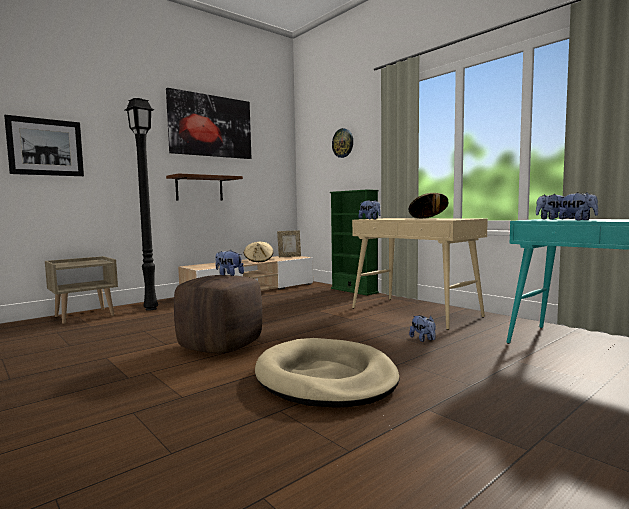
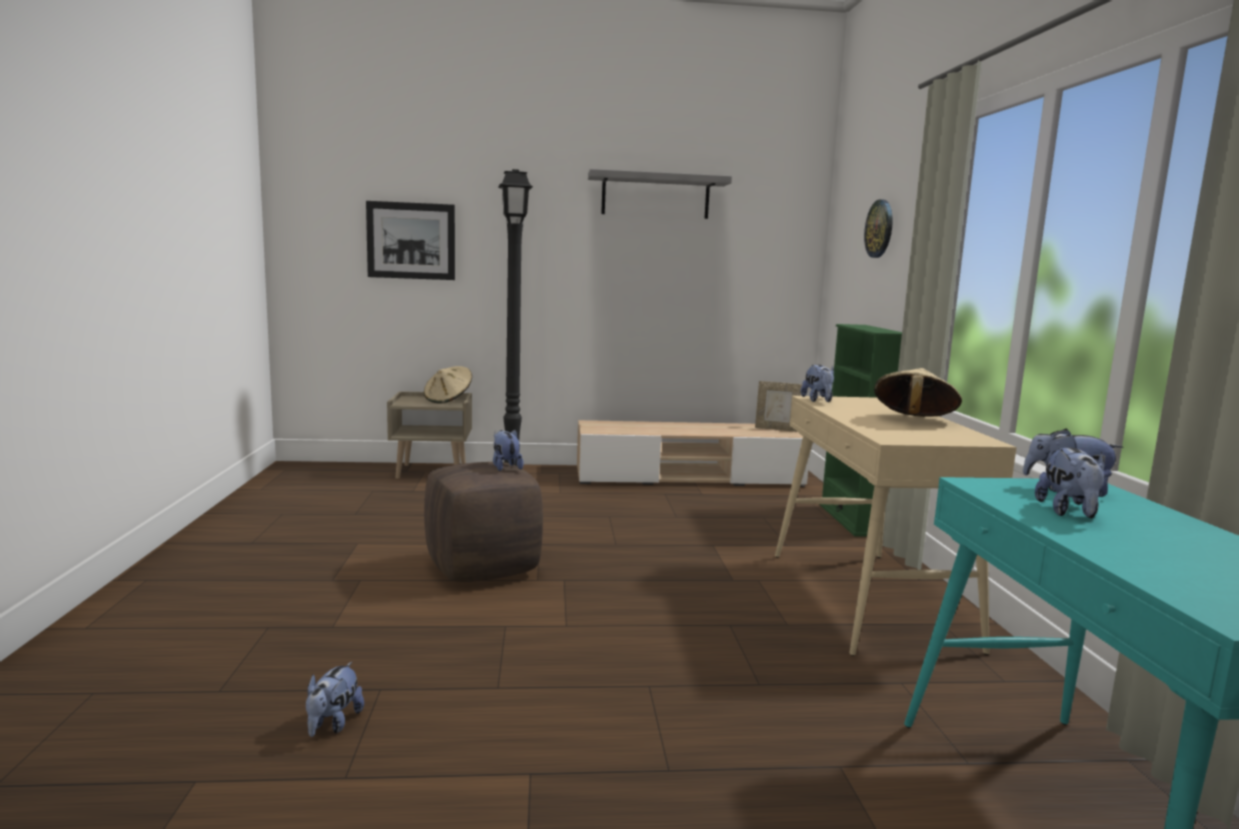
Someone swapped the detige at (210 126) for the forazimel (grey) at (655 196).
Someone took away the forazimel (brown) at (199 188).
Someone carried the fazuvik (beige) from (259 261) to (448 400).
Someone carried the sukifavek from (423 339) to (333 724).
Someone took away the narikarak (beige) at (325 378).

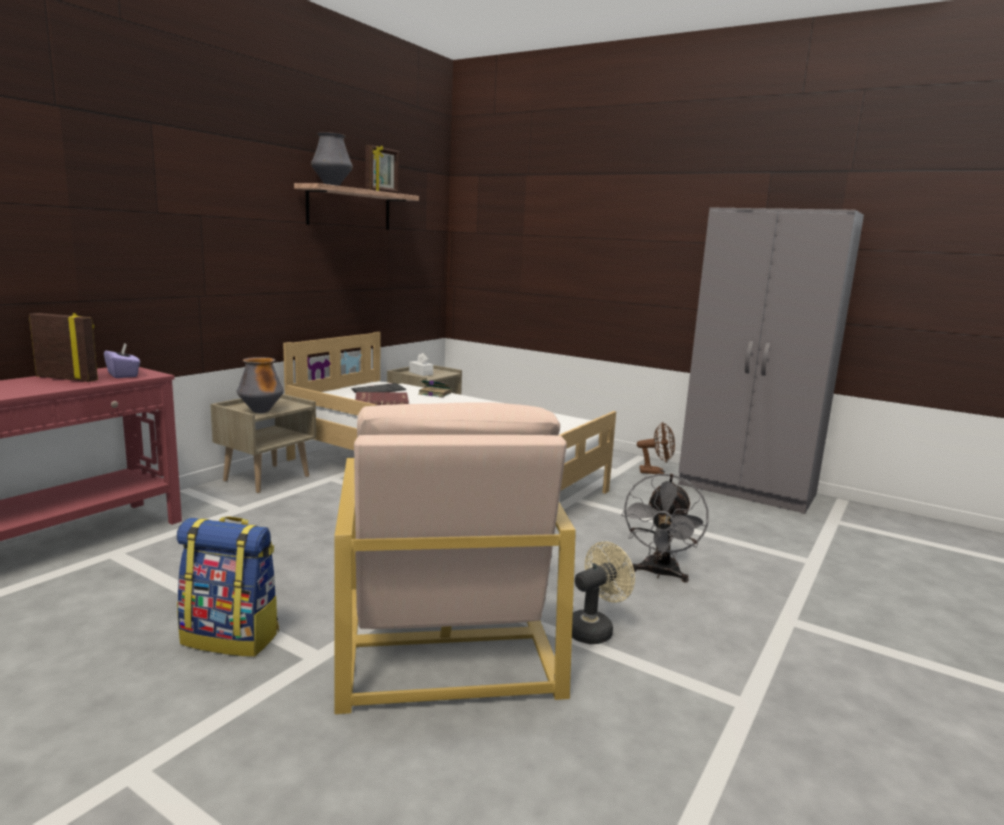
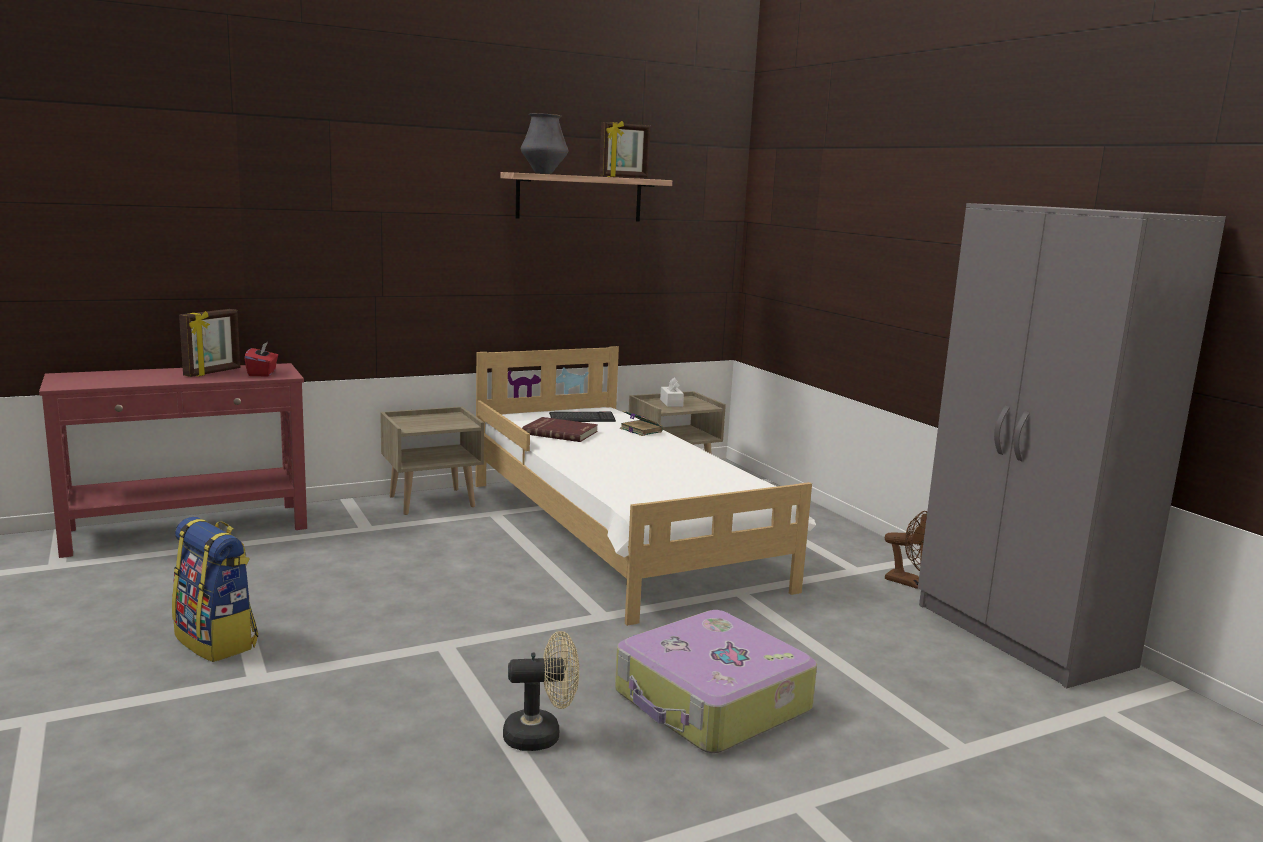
Someone rotated the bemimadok at (68 379) by 75 degrees clockwise.
Someone repainted the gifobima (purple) at (123 375), which became the gifobima (red) at (262 373).
Someone took away the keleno at (261 411).
Someone took away the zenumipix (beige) at (445 636).
Someone swapped the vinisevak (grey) at (659 574) for the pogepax at (711 703).

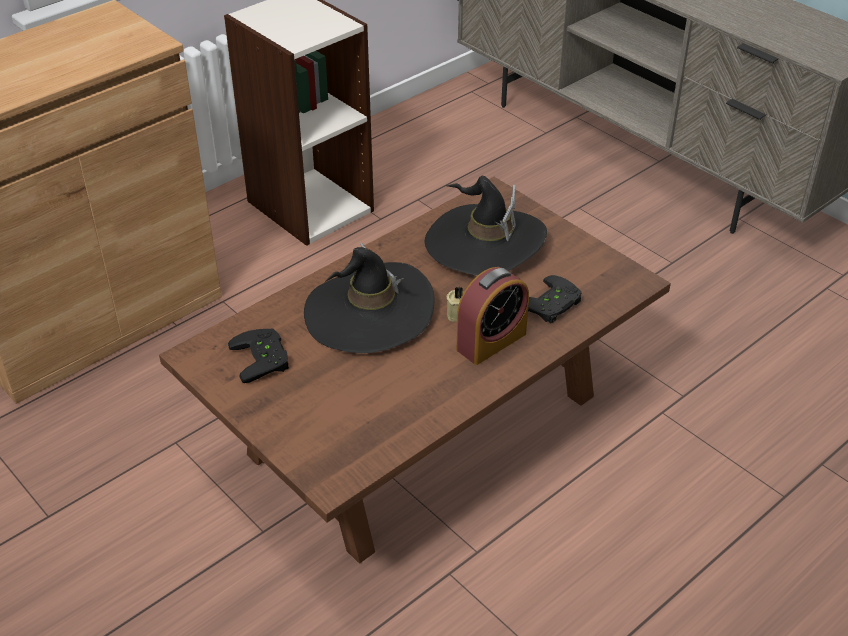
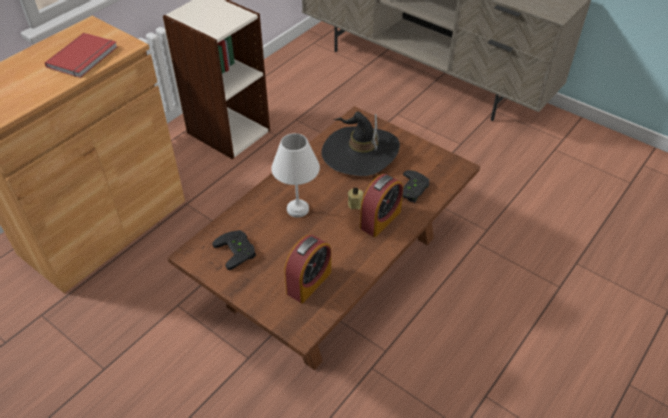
Someone swapped the fazuvik (black) at (369 313) for the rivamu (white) at (298 210).
Someone put down the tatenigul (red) at (84 57).
Someone put down the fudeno at (309 282).

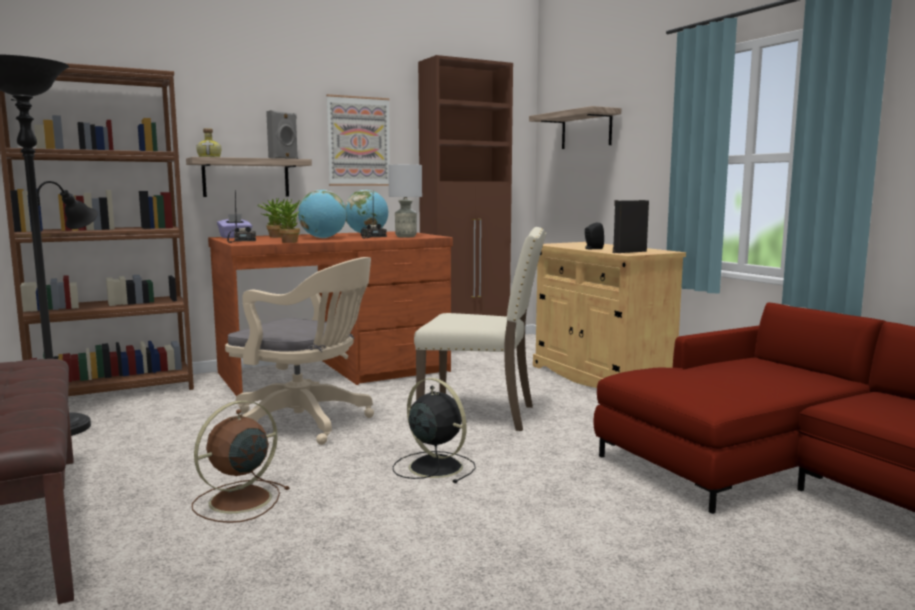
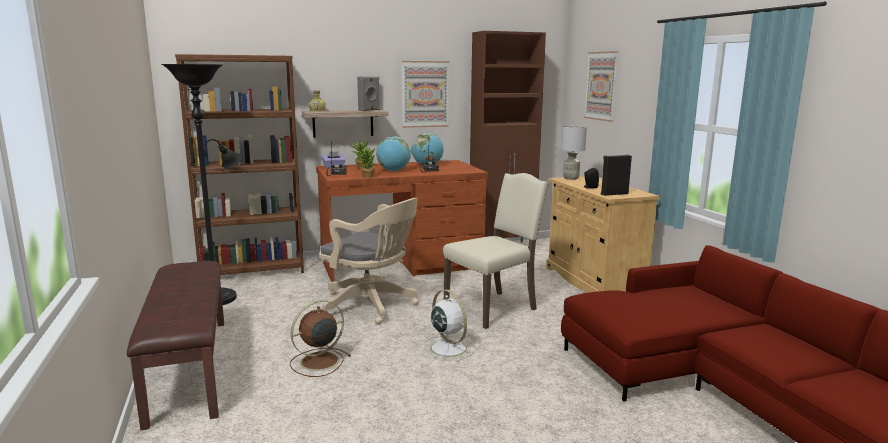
Someone swapped the forazimel at (586 130) for the detige at (601 86).
Someone carried the rivamu (grey) from (406 236) to (571 178).
Someone rotated the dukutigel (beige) at (481 414) by 60 degrees counterclockwise.
Someone repainted the vinisevak (black) at (433 466), which became the vinisevak (white) at (447 347).

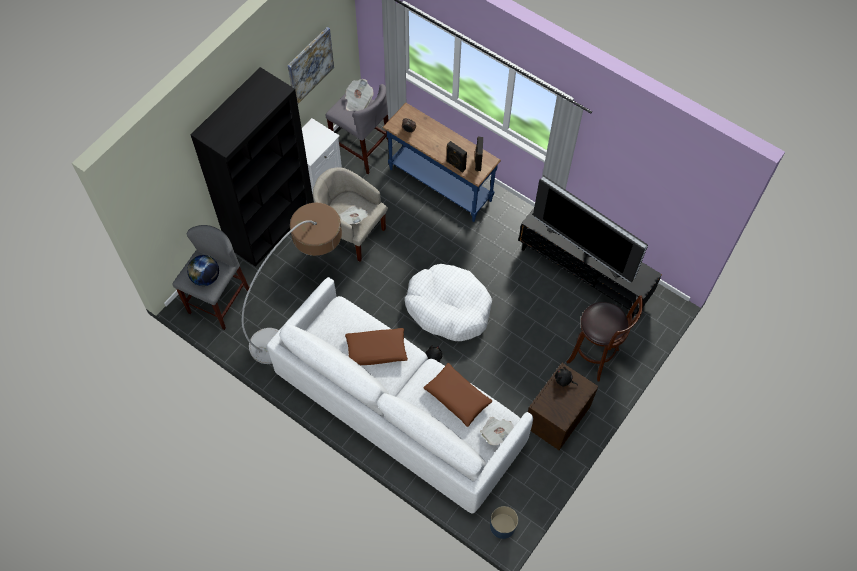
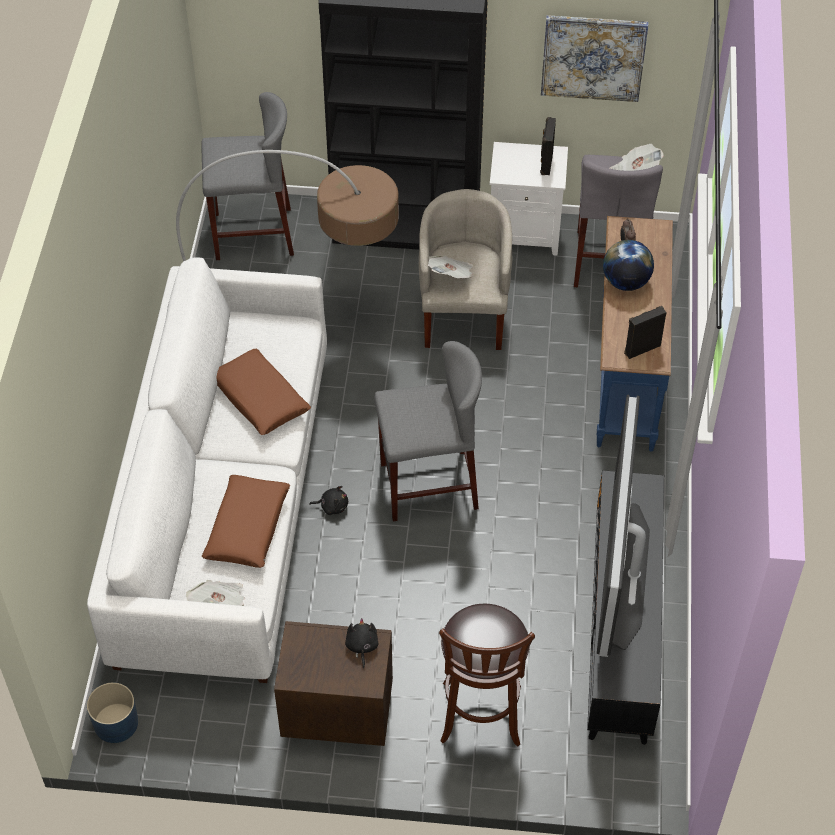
Someone carried the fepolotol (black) from (455 165) to (545 163).
Someone carried the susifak from (206 278) to (625 282).
Someone swapped the narikarak (white) at (448 307) for the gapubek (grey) at (428 485).

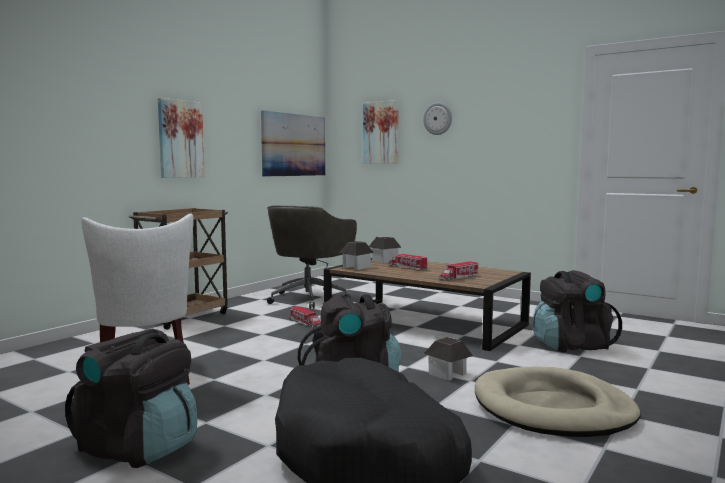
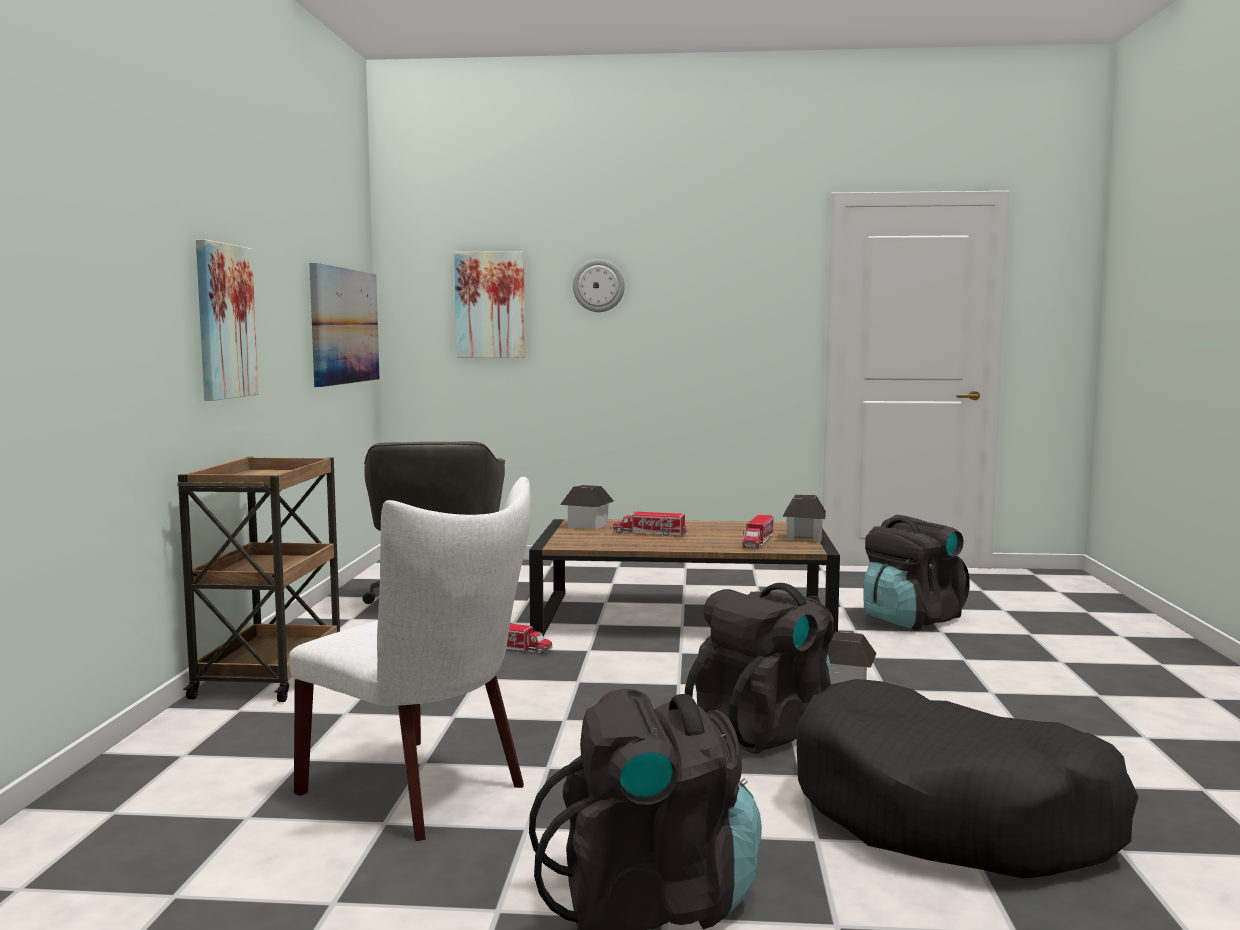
Someone carried the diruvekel from (356 267) to (804 538).
Someone took away the narikarak (beige) at (553 409).

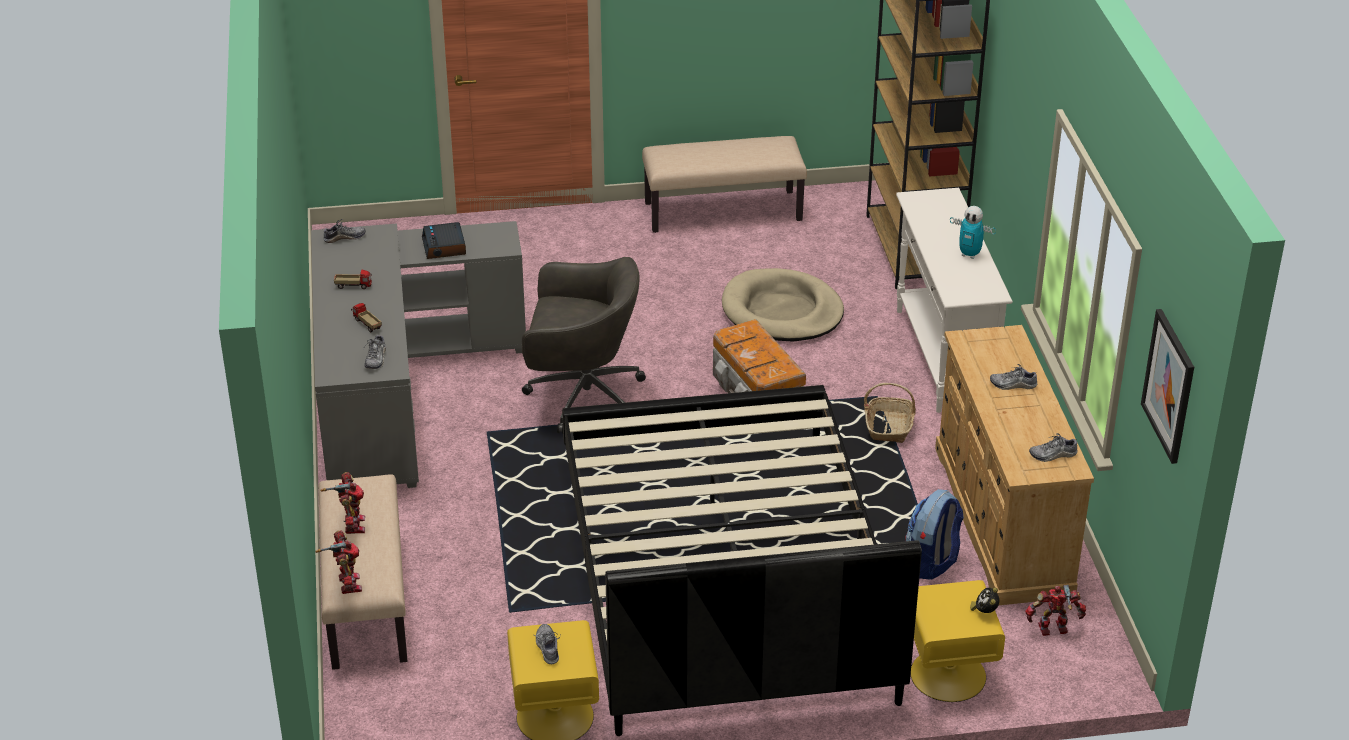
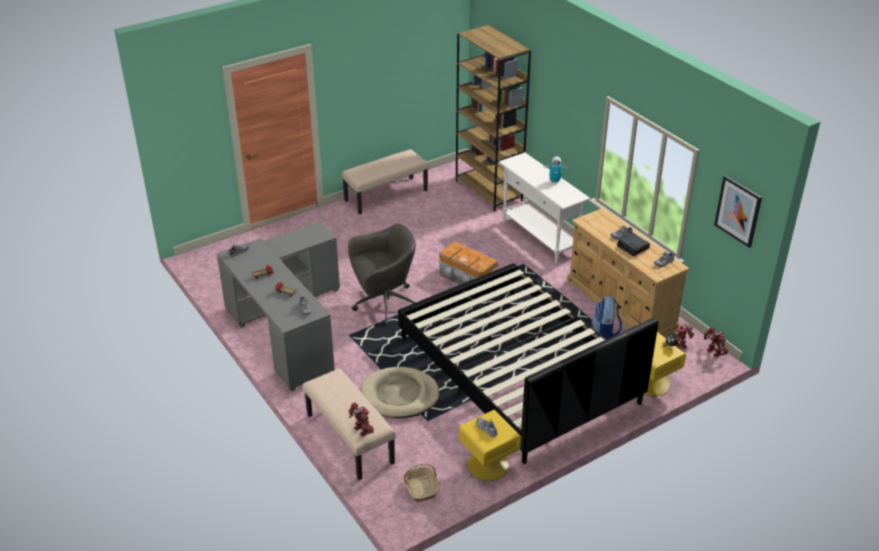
Someone carried the fudeno from (444 246) to (633 247).
Someone carried the narikarak (beige) from (782 311) to (399 395).
Someone carried the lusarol from (889 426) to (421 488).
Someone carried the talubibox from (352 525) to (713 352).

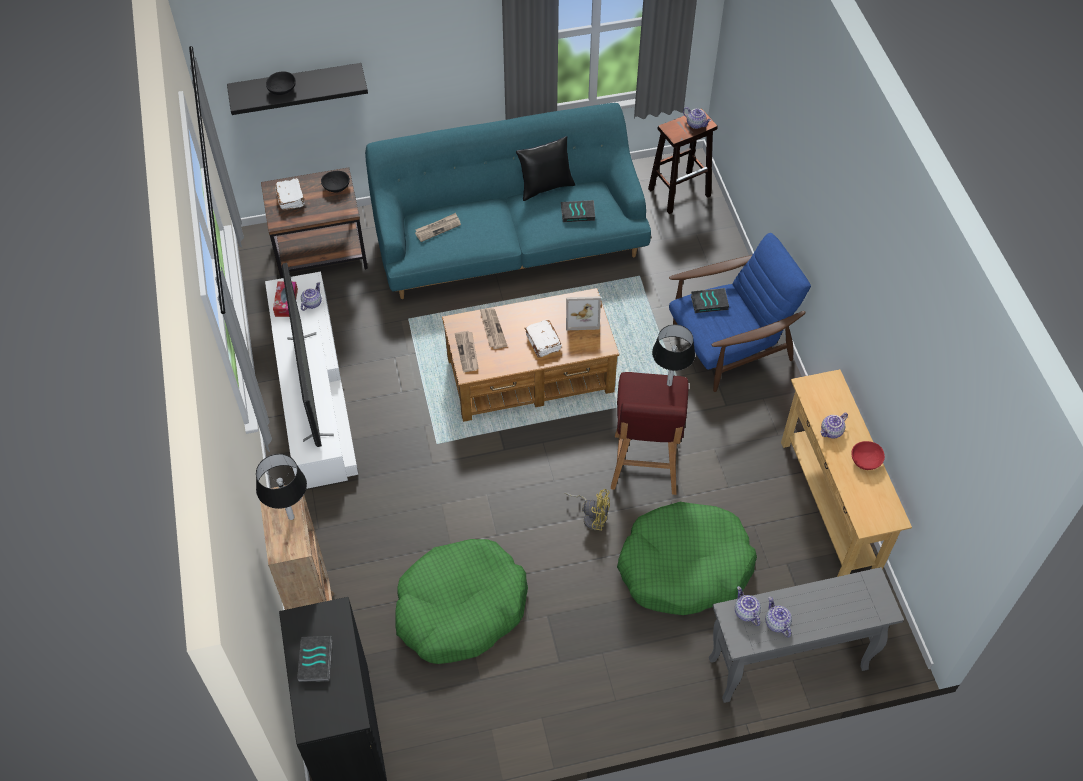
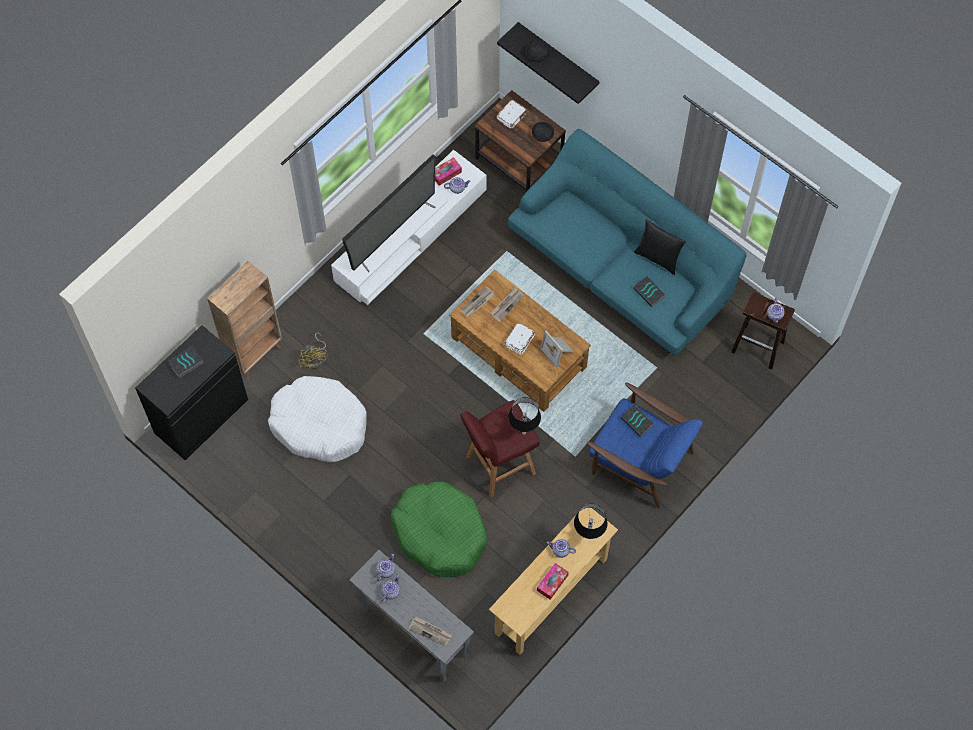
Someone carried the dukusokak from (438 228) to (430 631).
Someone swapped the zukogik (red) at (865 460) for the gifobima at (552 583).
Someone carried the rivamu (black) from (291 517) to (588 537).
Someone carried the vinisevak (yellow) from (592 516) to (315 359).
Someone repainted the narikarak (green) at (460 608), which became the narikarak (white) at (319 424).

